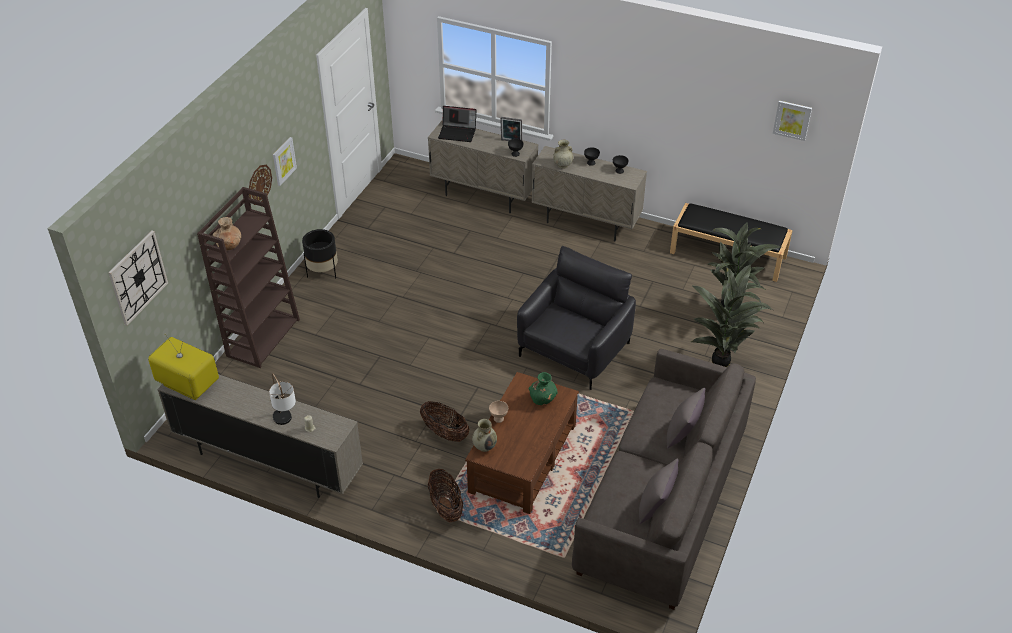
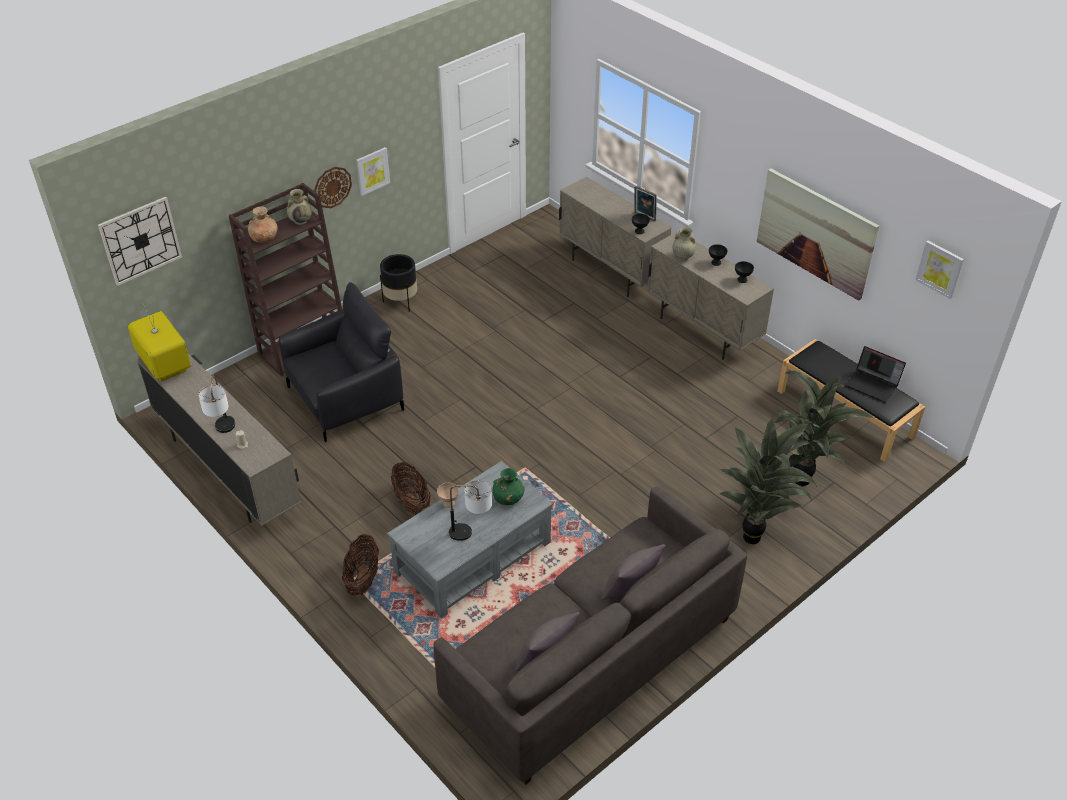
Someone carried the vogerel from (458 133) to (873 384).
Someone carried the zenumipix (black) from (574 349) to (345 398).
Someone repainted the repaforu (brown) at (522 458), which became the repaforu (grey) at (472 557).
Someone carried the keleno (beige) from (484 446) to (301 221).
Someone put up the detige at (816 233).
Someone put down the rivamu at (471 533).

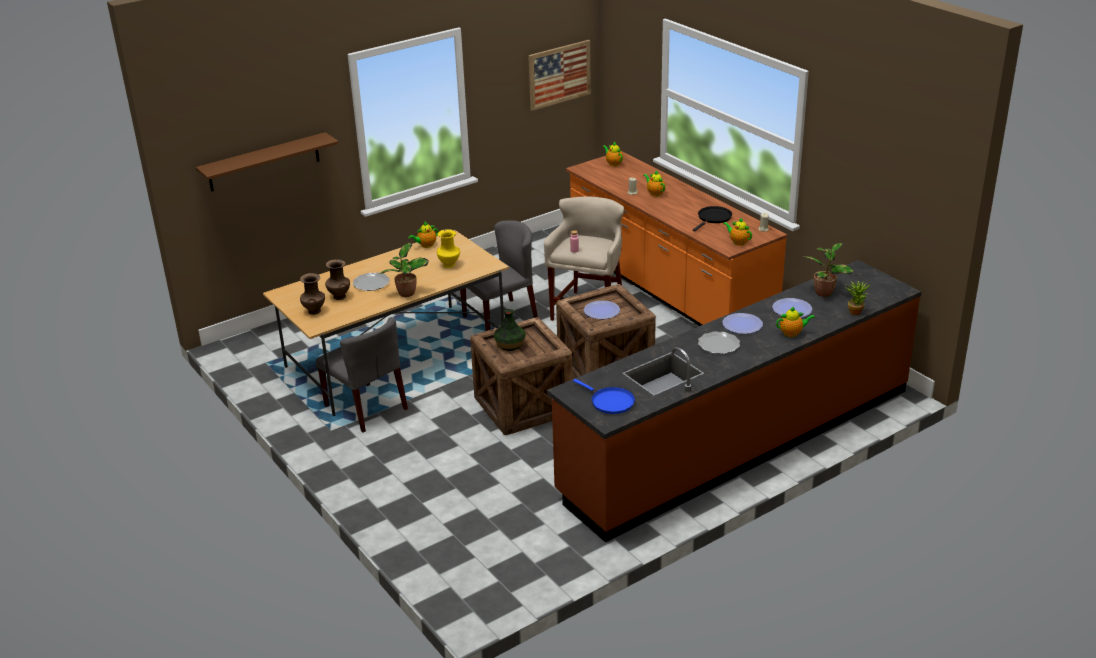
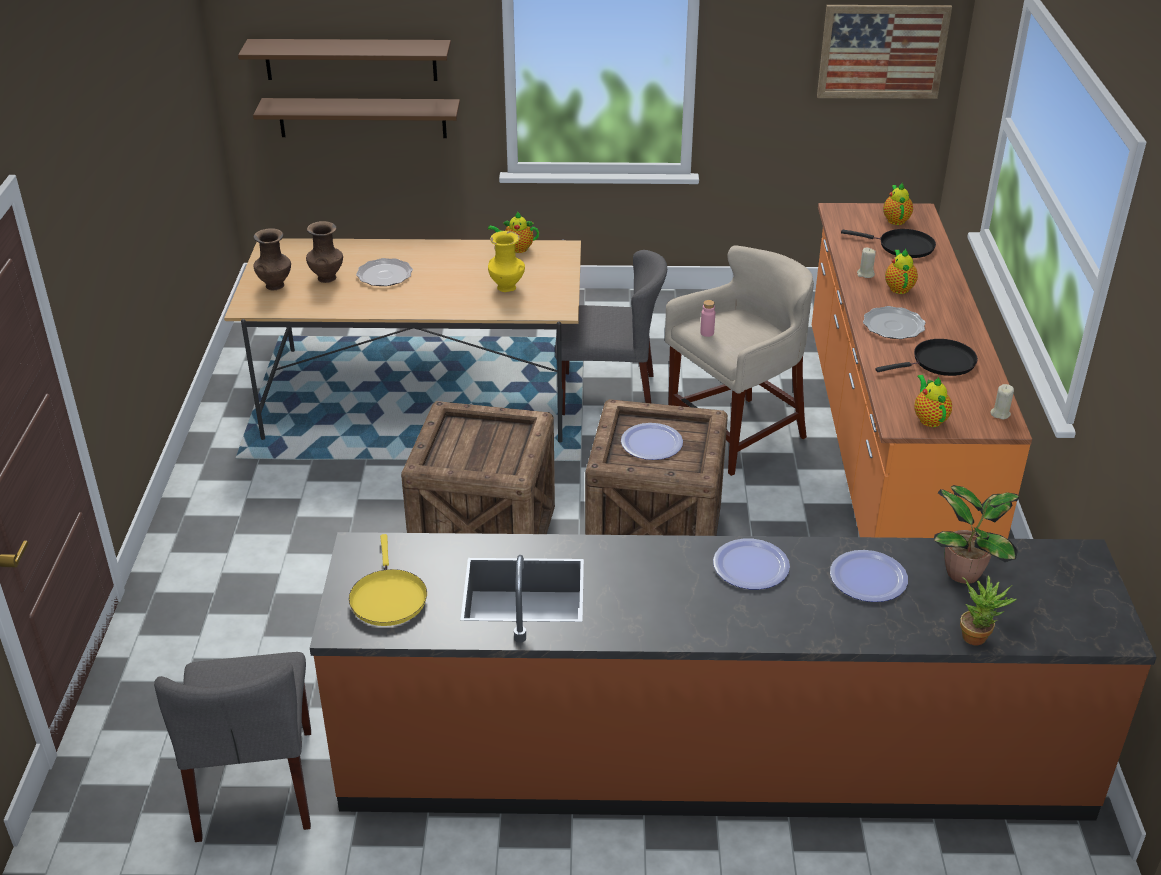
Someone took away the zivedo at (406 294).
Someone took away the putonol at (792 333).
Someone took away the keleno at (510 345).
Someone carried the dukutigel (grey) from (366 407) to (256 785).
Someone carried the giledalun from (718 345) to (893 325).
Someone repainted the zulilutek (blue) at (610 402), which became the zulilutek (yellow) at (387 598).
Someone put up the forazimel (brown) at (362 117).
Someone put down the zulilutek (black) at (902 246).

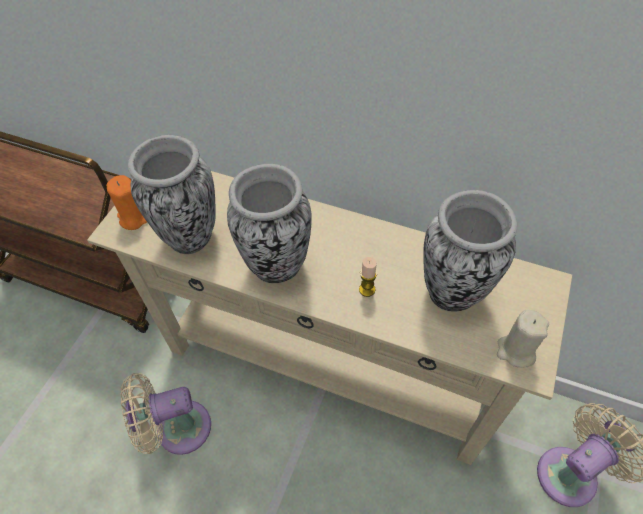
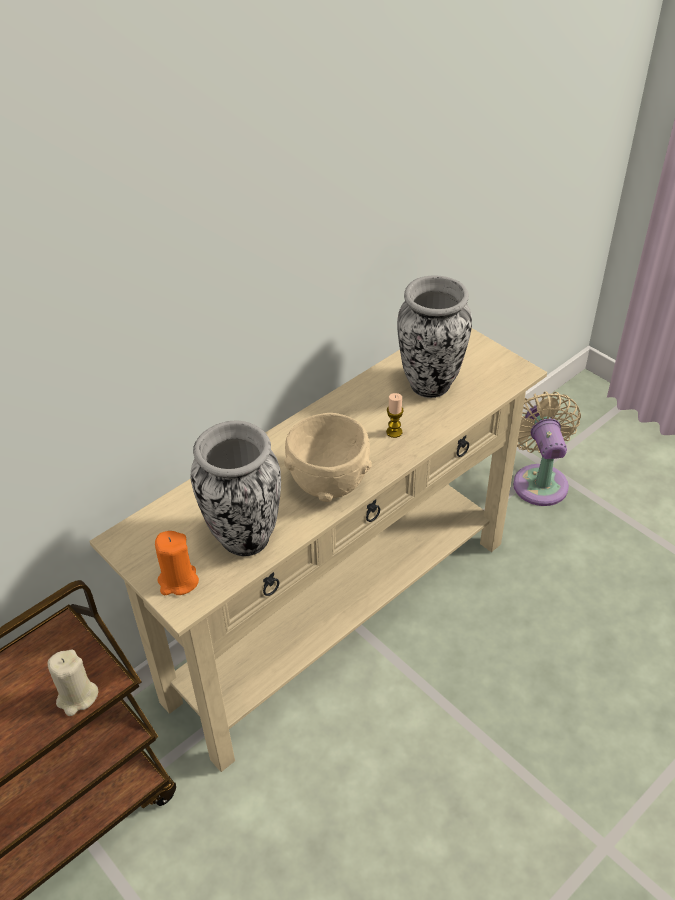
Someone swapped the keleno at (277 267) for the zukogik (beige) at (329 482).
Someone carried the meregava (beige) from (515 351) to (77 697).
Someone took away the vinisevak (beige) at (177 429).

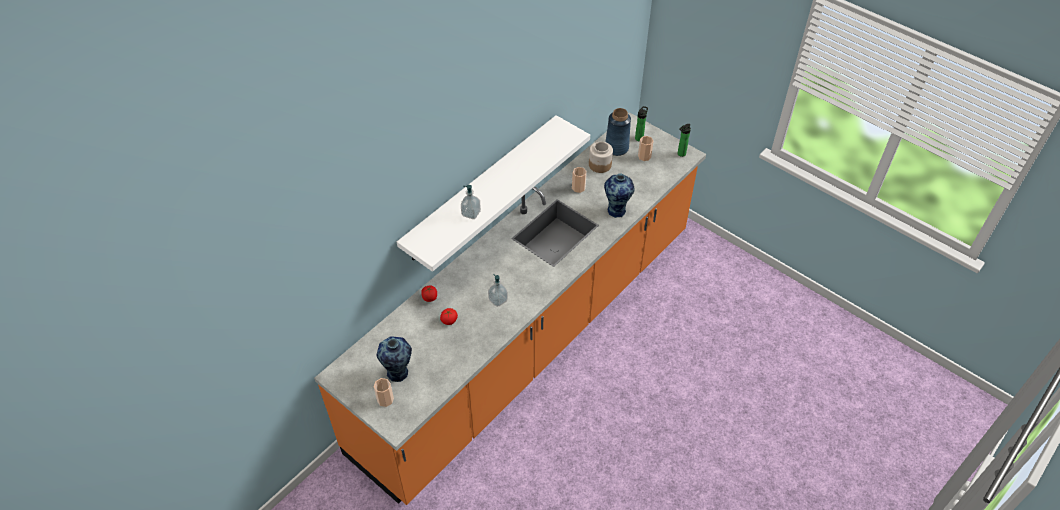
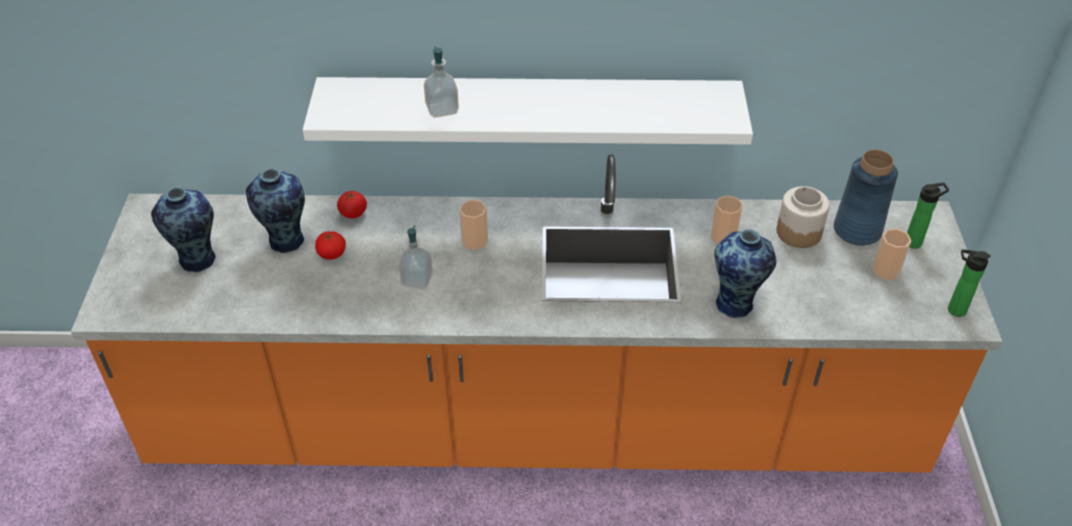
Someone carried the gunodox from (385 399) to (474 241).
Someone put down the keleno at (285 242).

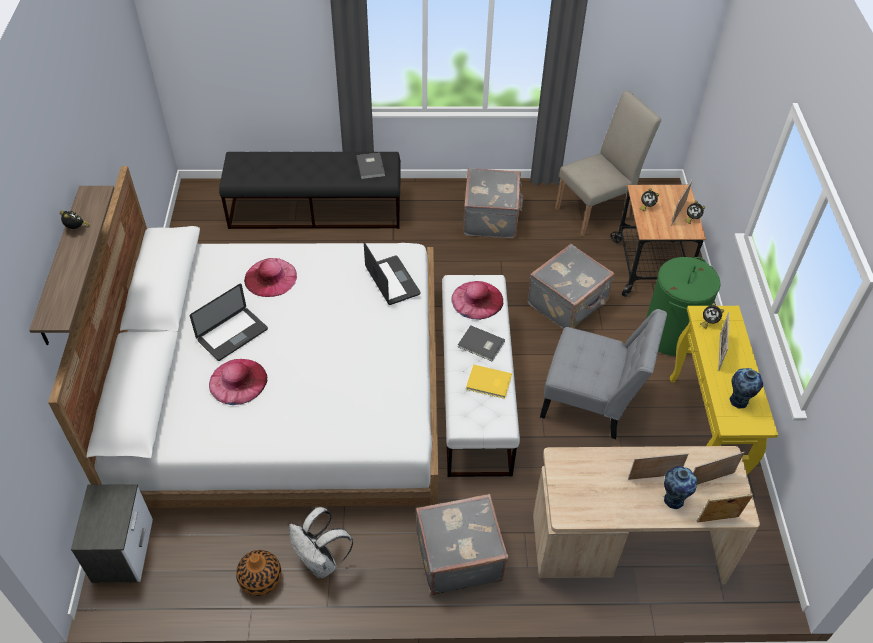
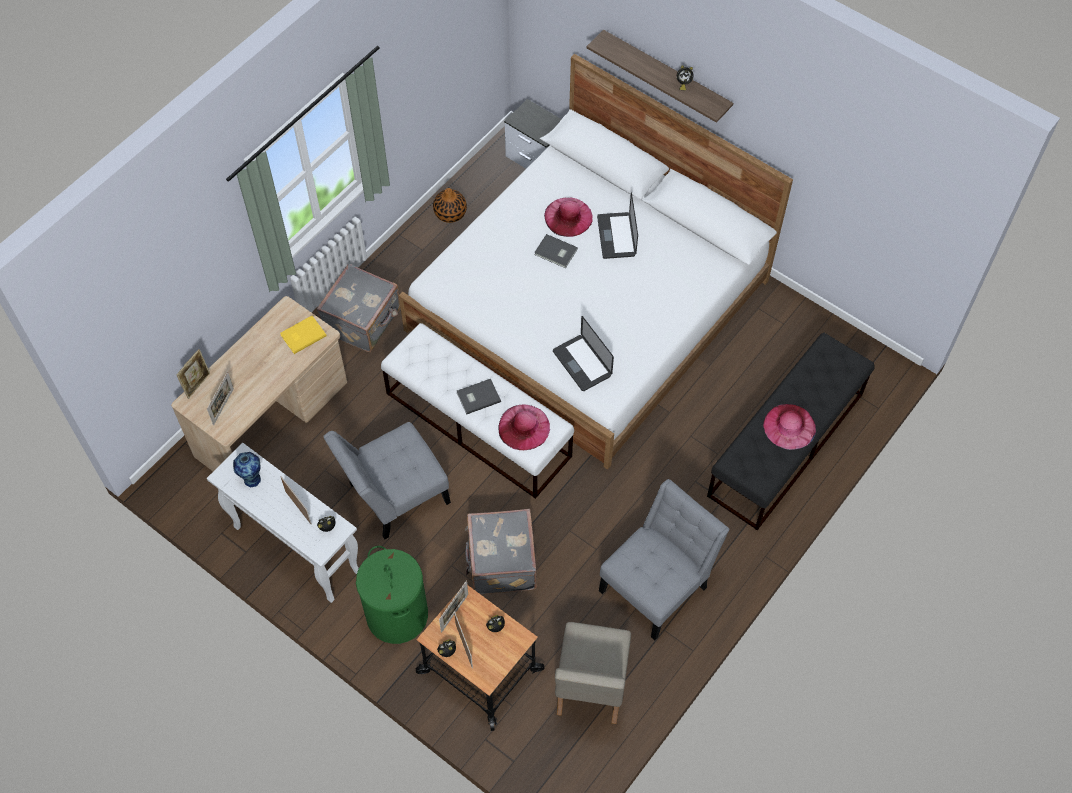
Someone carried the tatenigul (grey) from (371 166) to (556 253).
Someone swapped the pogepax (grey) at (491 218) for the dukutigel (grey) at (657 585).
Someone rotated the vogerel at (392 281) by 45 degrees clockwise.
Someone carried the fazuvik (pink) from (270 277) to (789 426).
Someone repainted the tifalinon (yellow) at (703 433), which became the tifalinon (white) at (295 549).
Someone carried the tatenigul (yellow) from (489 383) to (302 335).
Someone carried the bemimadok from (654 476) to (454 613).
Someone took away the keleno at (672 500).
Someone took away the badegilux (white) at (321 562).

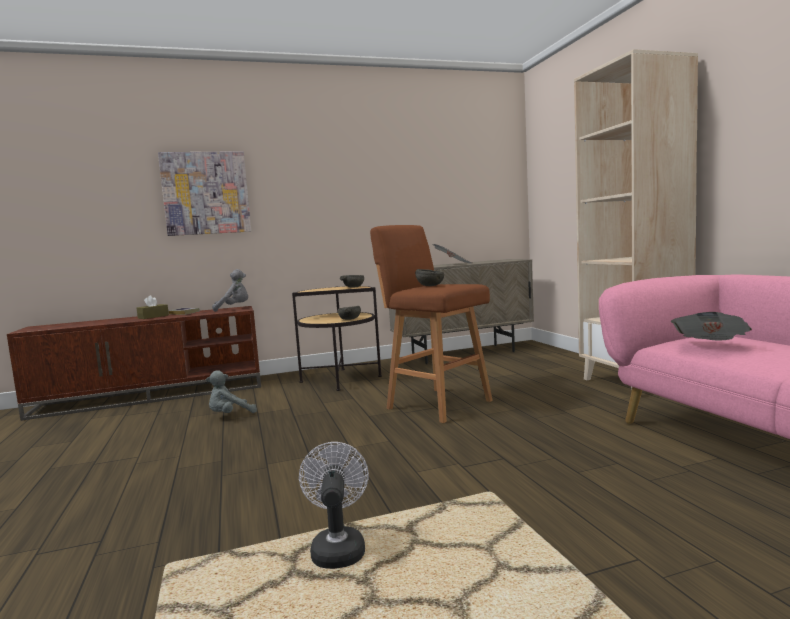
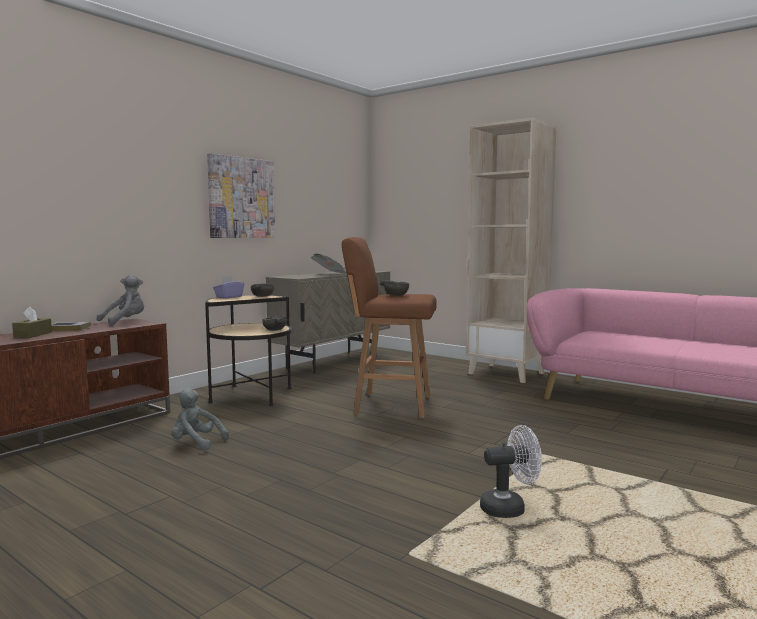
Someone carried the detige from (206 193) to (241 198).
Someone took away the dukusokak at (710 346).
Someone rotated the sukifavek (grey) at (230 415) by 90 degrees clockwise.
Someone rotated the vinisevak (white) at (338 548) by 120 degrees clockwise.
Someone put down the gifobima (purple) at (229 297).

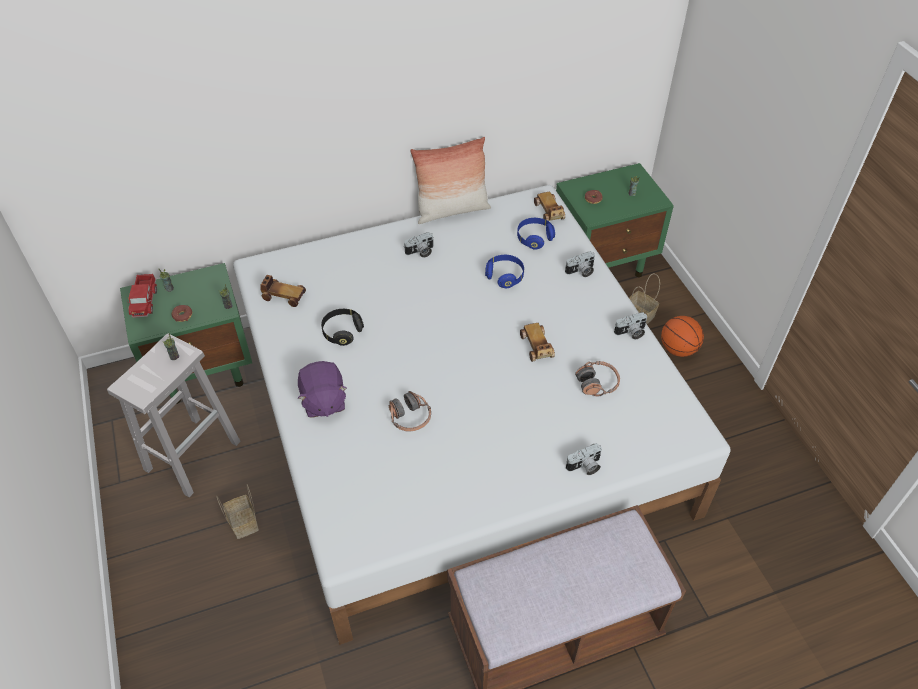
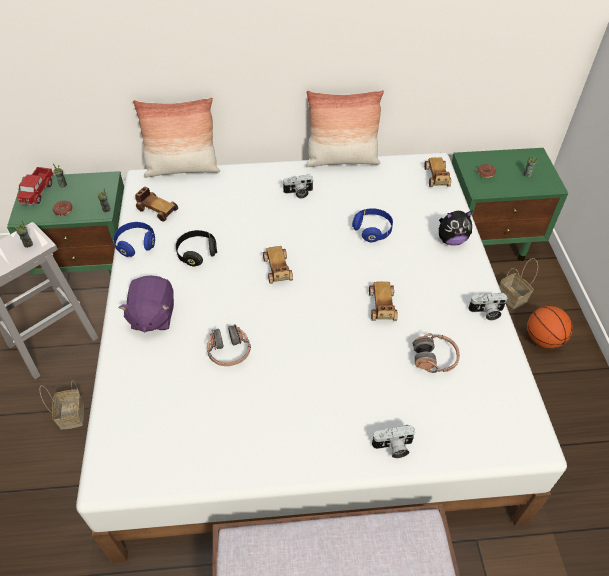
Someone carried the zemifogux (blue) from (534 238) to (136 244).
Someone swapped the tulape at (580 271) for the sukifavek at (451 240).
Someone put down the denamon at (182 169).
Someone put down the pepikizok at (278 270).

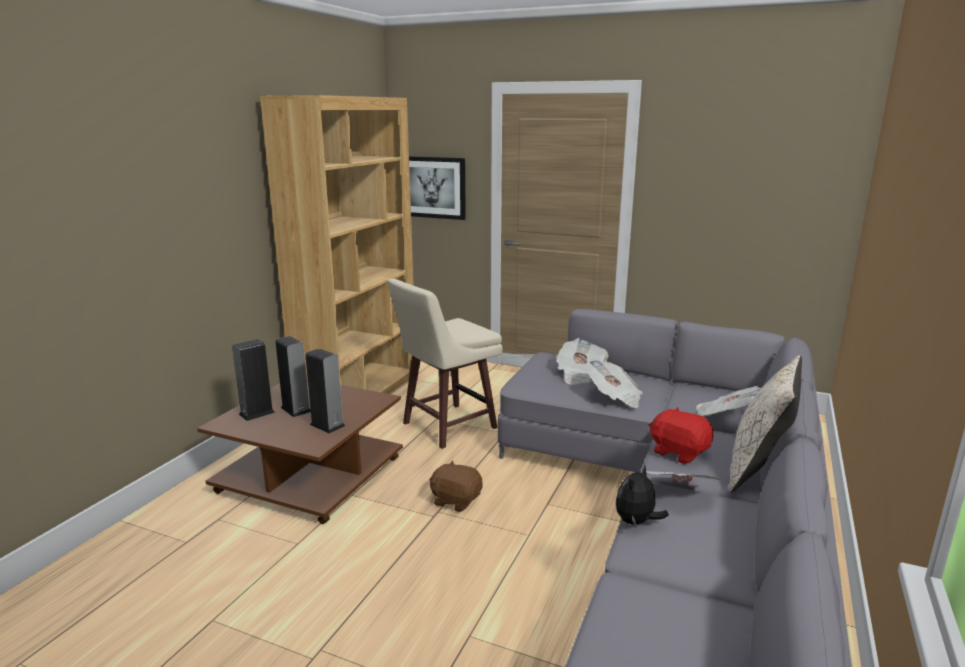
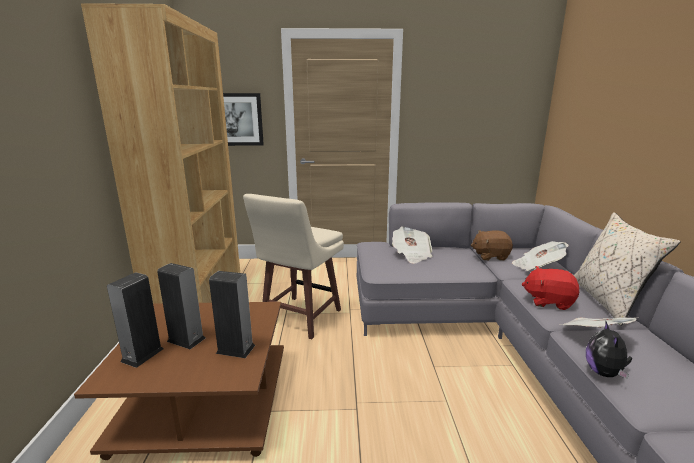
Someone took away the dukusokak at (614 397).
Someone carried the sukifavek (brown) from (456 500) to (490 256).

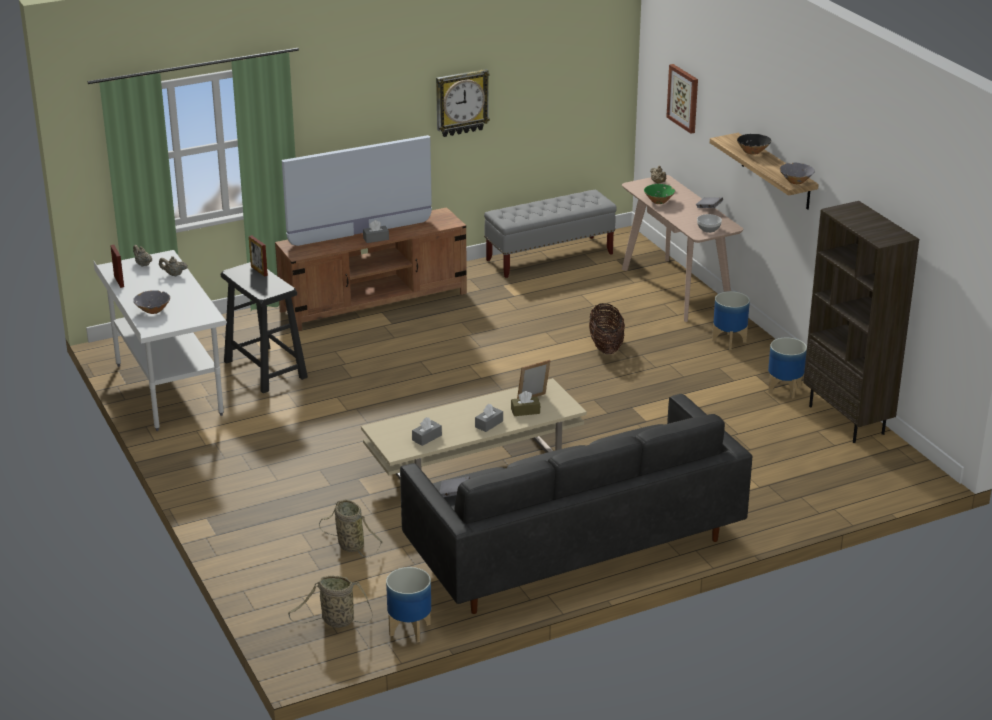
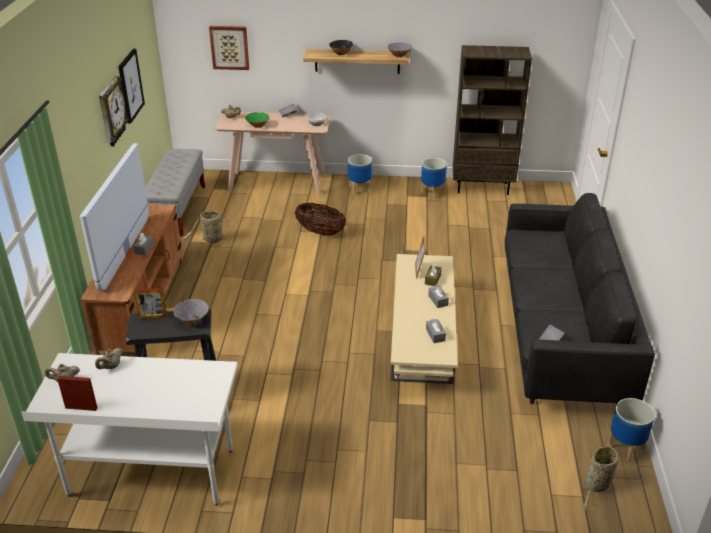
Someone carried the zukogik (grey) from (153 310) to (192 319).
Someone carried the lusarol from (349 545) to (211 240).
Someone put up the detige at (130 85).

